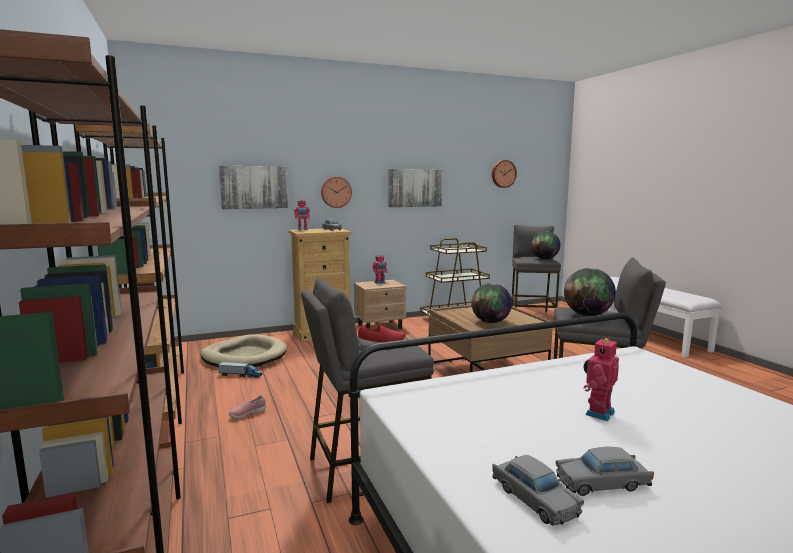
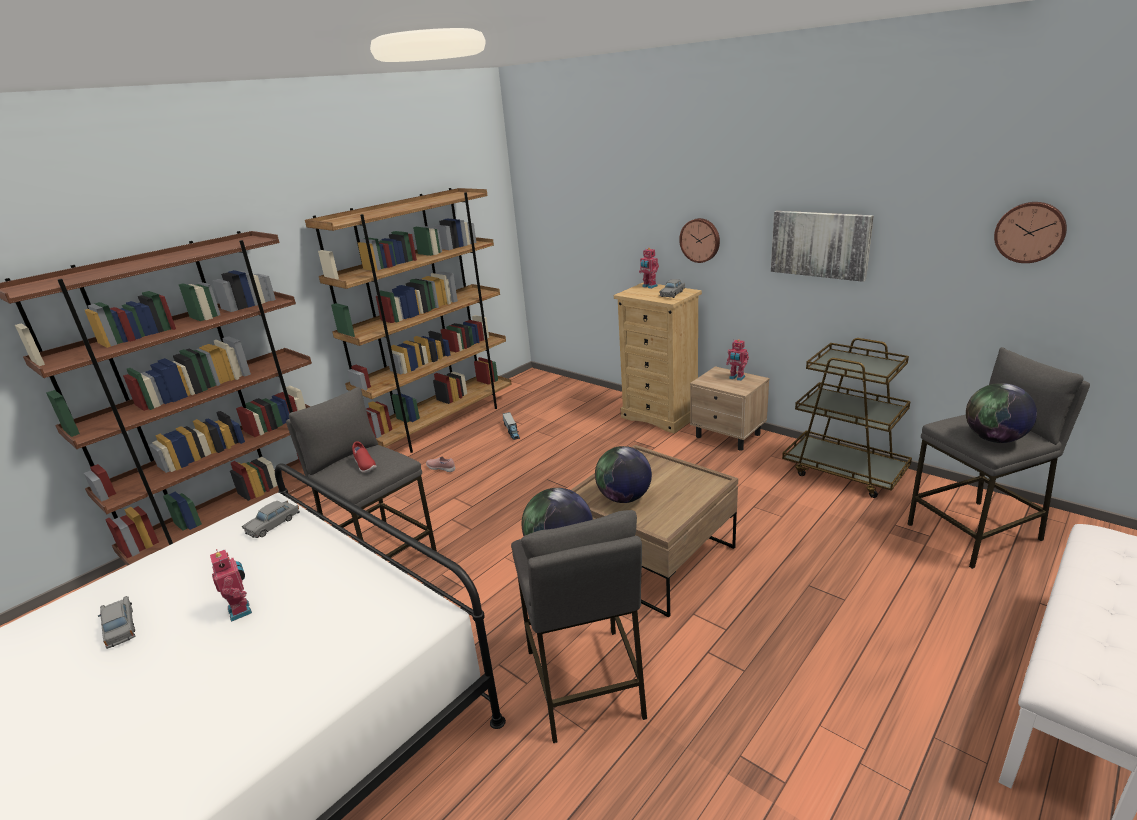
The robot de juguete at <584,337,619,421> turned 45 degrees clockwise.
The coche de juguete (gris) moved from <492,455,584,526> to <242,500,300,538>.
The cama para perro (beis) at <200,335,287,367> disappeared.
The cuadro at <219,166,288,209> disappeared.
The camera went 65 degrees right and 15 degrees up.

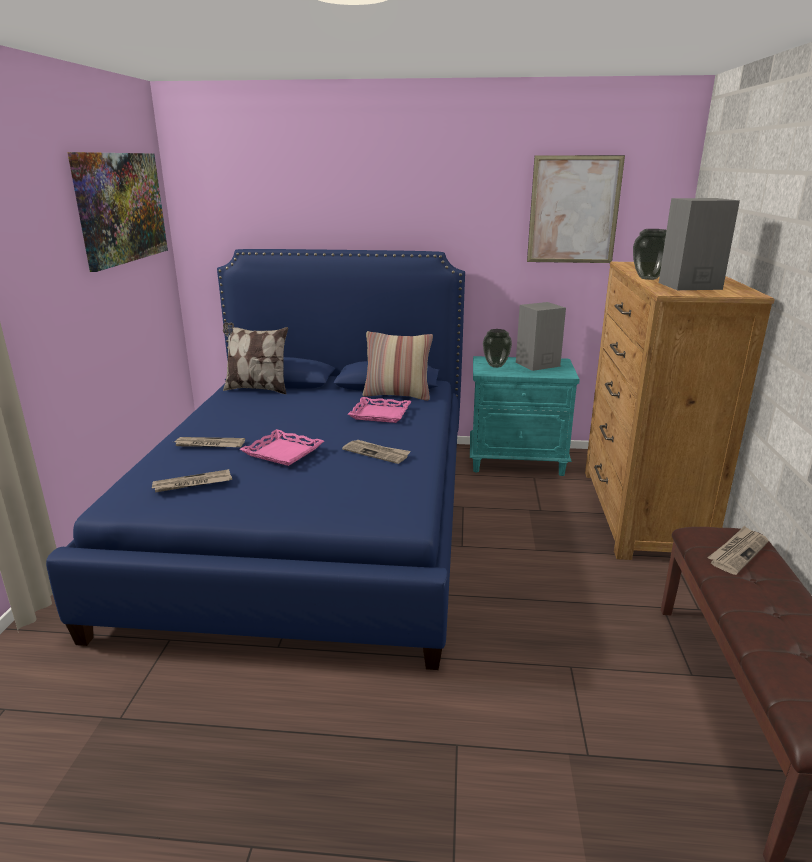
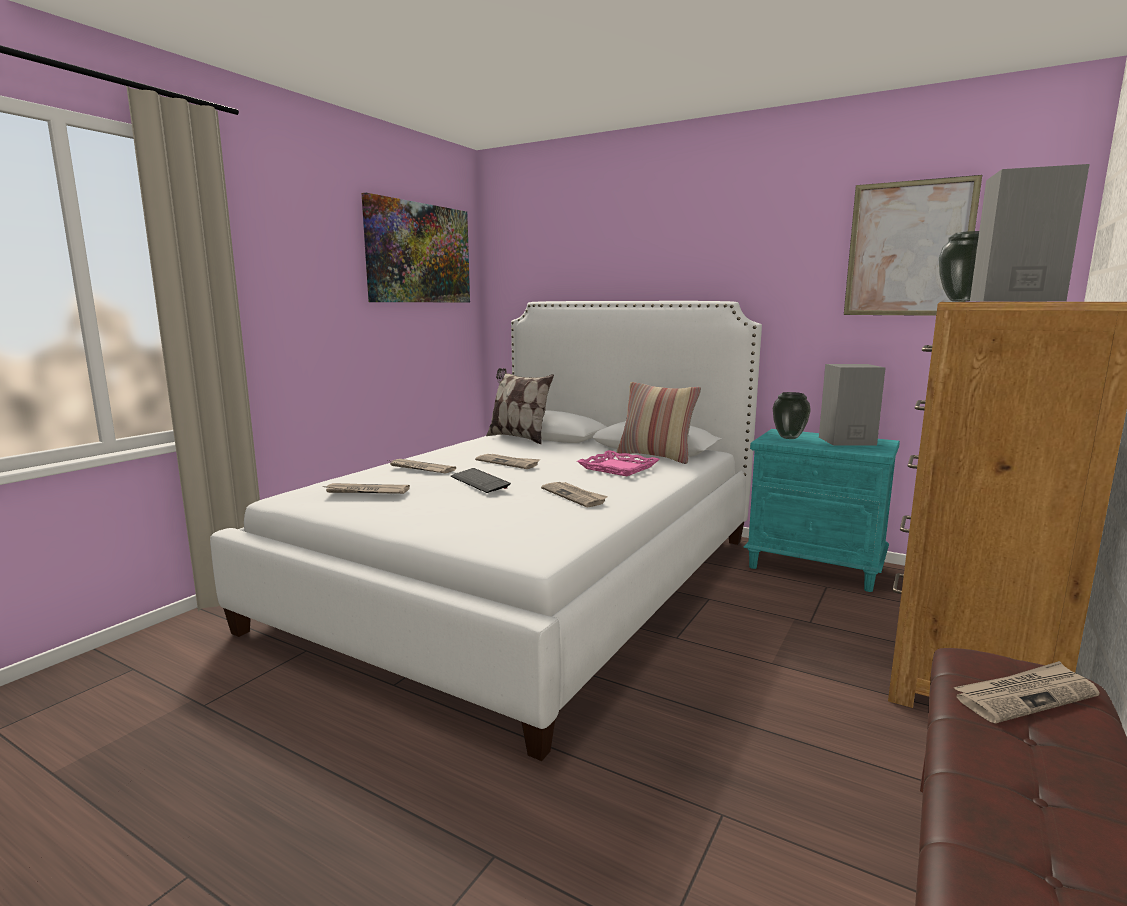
The cama (azul) at <46,249,465,670> became the cama (blanco) at <210,301,762,761>.
The bandeja (rosa) at <239,429,324,466> was replaced by the teclado at <451,468,511,493>.
The periódico at <475,454,540,469> appeared.
The camera went 25 degrees right and 10 degrees down.

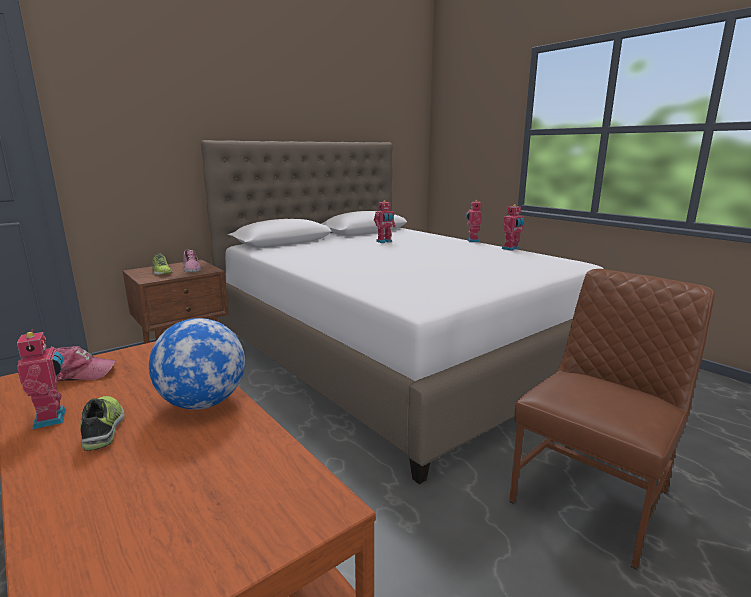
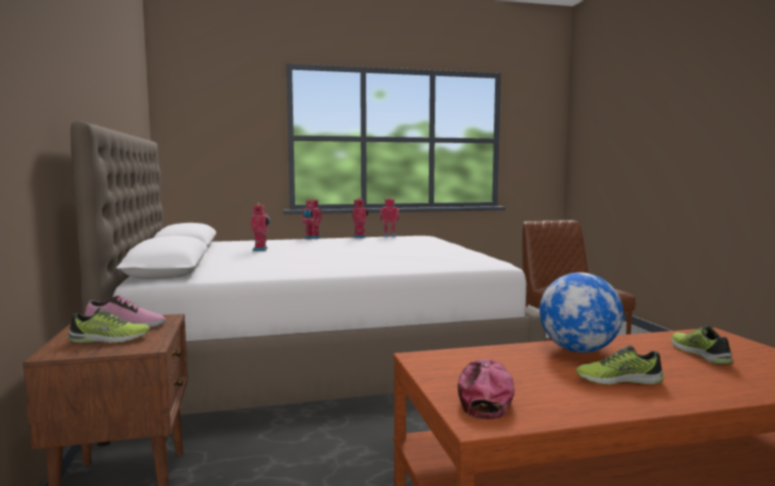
The robot de juguete moved from <17,330,66,429> to <380,197,399,237>.
The zapato at <671,326,733,365> appeared.
The camera went 65 degrees left and 10 degrees down.

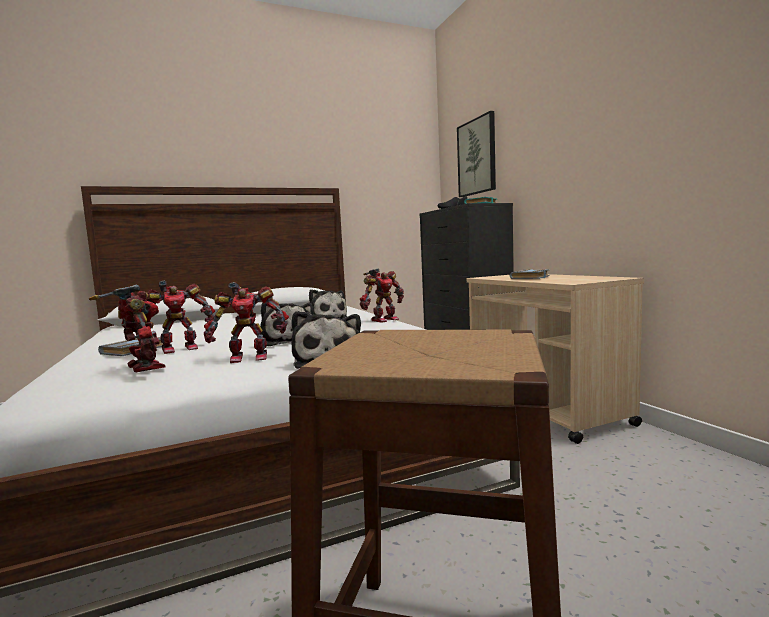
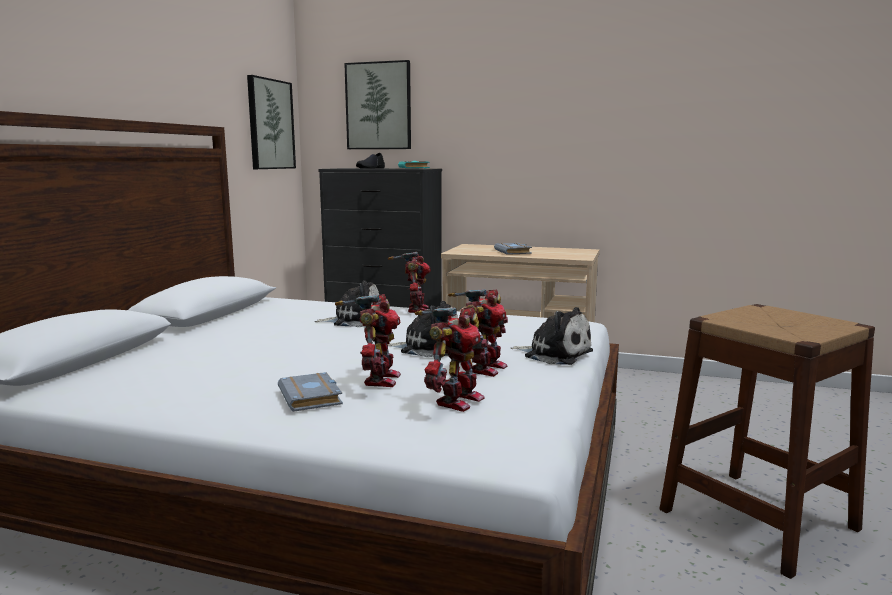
The cuadro at <247,75,296,169> appeared.
The robot de juguete at <89,285,166,372> turned 120 degrees clockwise.
The camera went 50 degrees left and 5 degrees up.

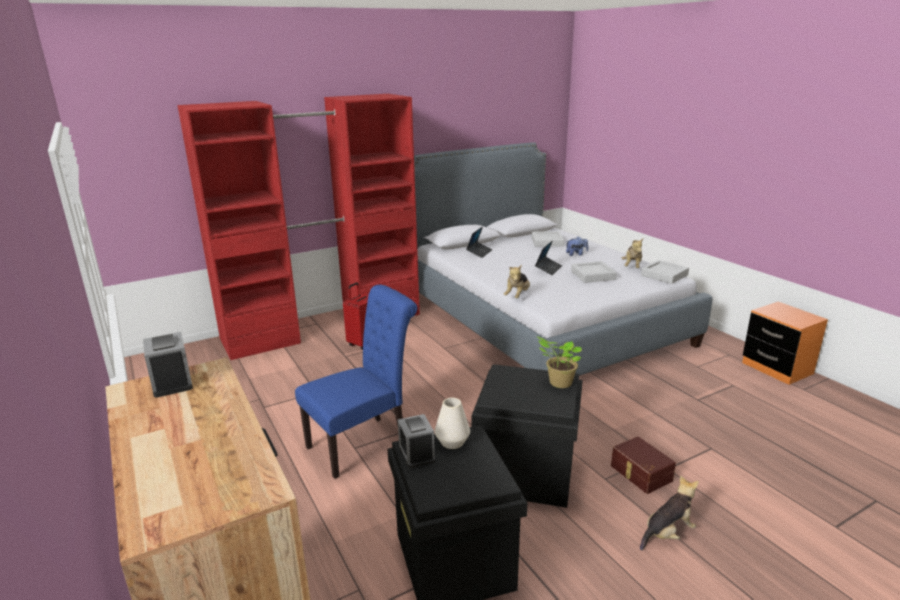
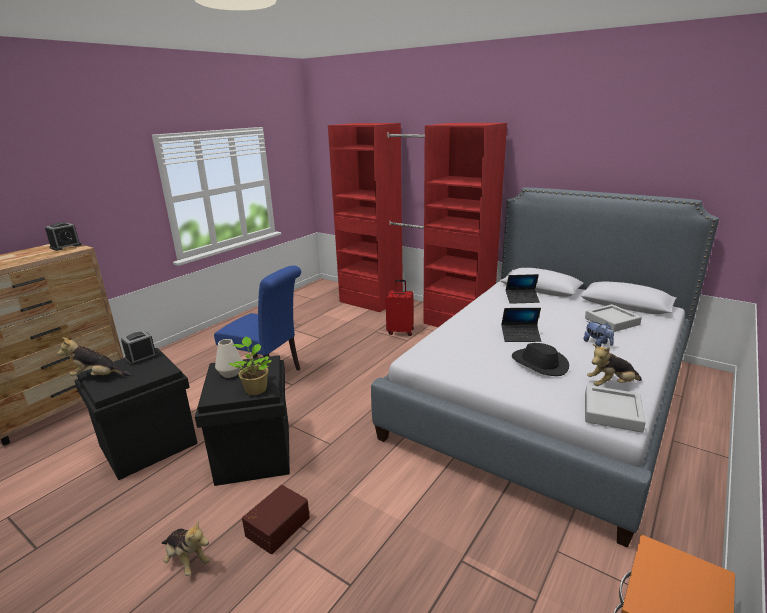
The peluche moved from <504,265,530,298> to <57,337,131,376>.
The florero (blanco) moved from <435,398,470,449> to <215,339,243,378>.
The bandeja (gris) at <571,261,617,283> was replaced by the sombrero (negro) at <512,343,569,376>.
The camera went 65 degrees right and 0 degrees up.

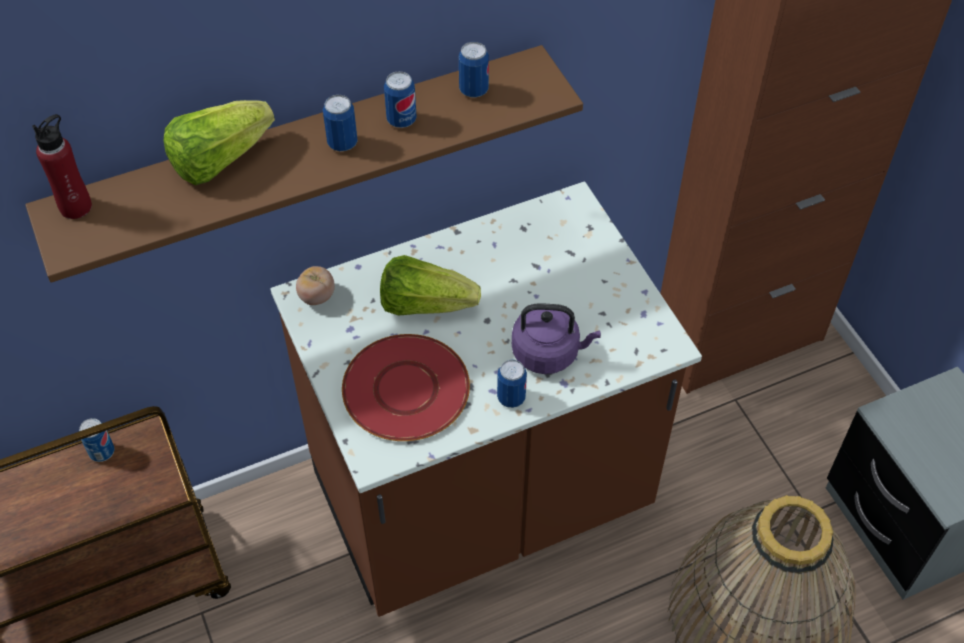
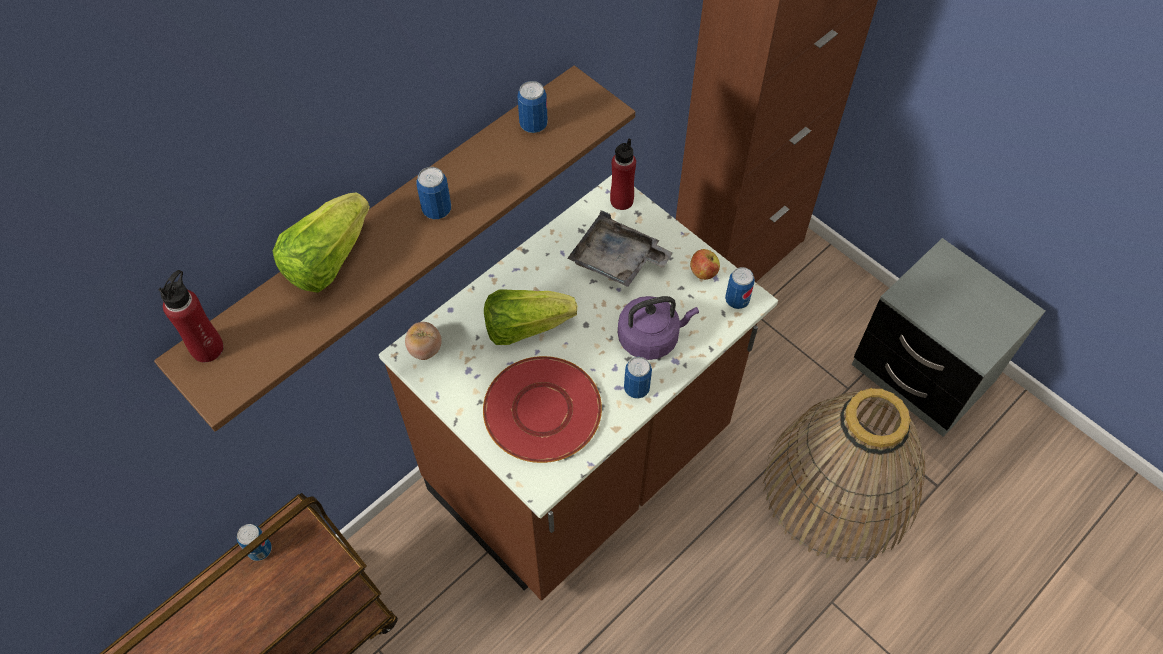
The bandeja (gris) at <567,210,673,287> appeared.
The botella (rojo) at <610,138,636,210> appeared.
The manzana at <690,249,720,280> appeared.
The lata moved from <384,71,417,128> to <725,267,755,309>.
The camera went 20 degrees left and 5 degrees up.

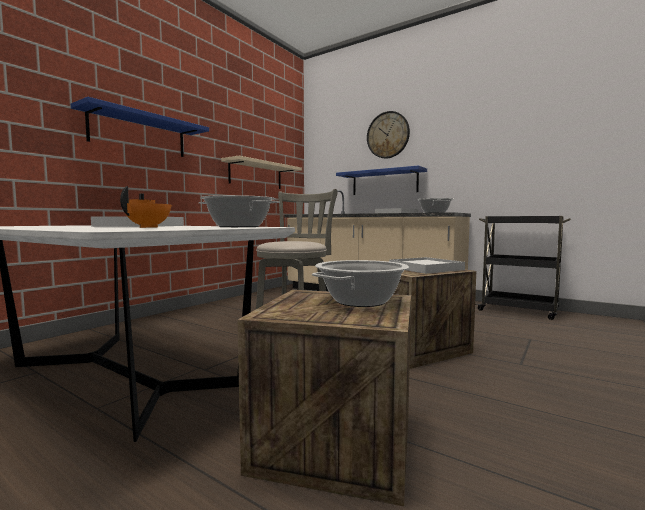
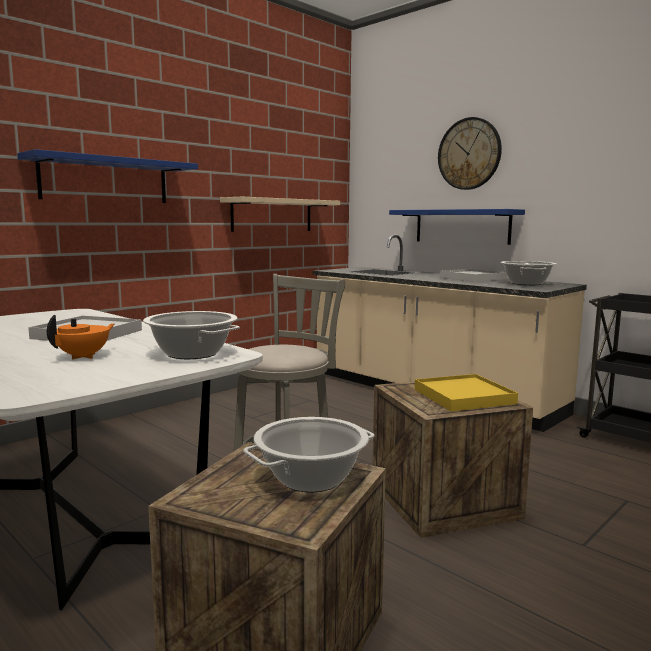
The bandeja (blanco) at <389,257,465,274> became the bandeja (amarillo) at <415,374,518,411>.
The camera went 10 degrees right and 5 degrees up.

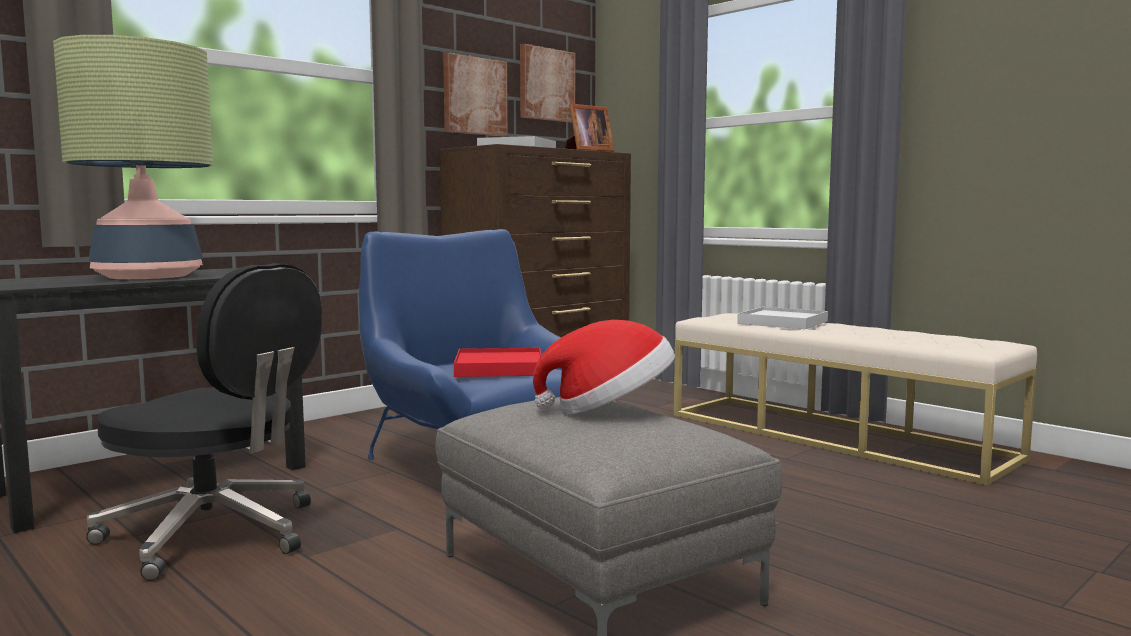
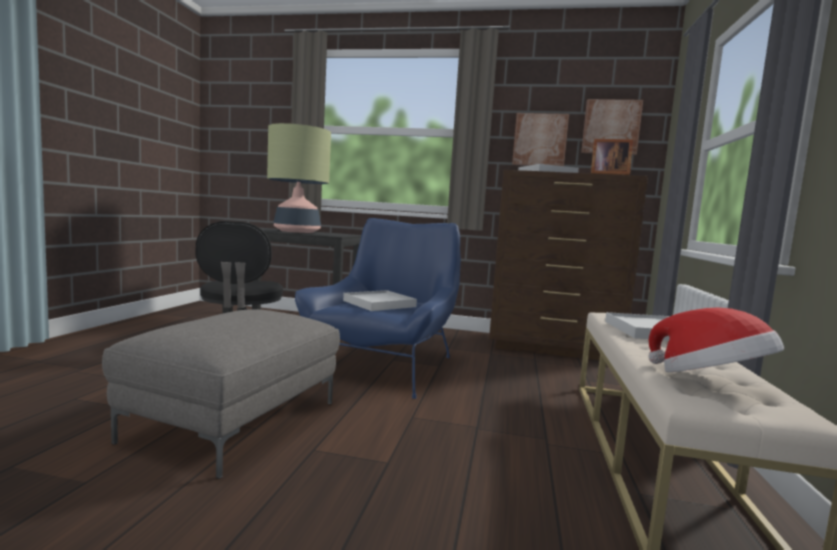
The bandeja (rojo) at <454,348,542,377> became the bandeja (blanco) at <343,290,417,311>.
The sombrero moved from <533,320,675,414> to <648,307,784,372>.
The camera went 55 degrees right and 0 degrees up.

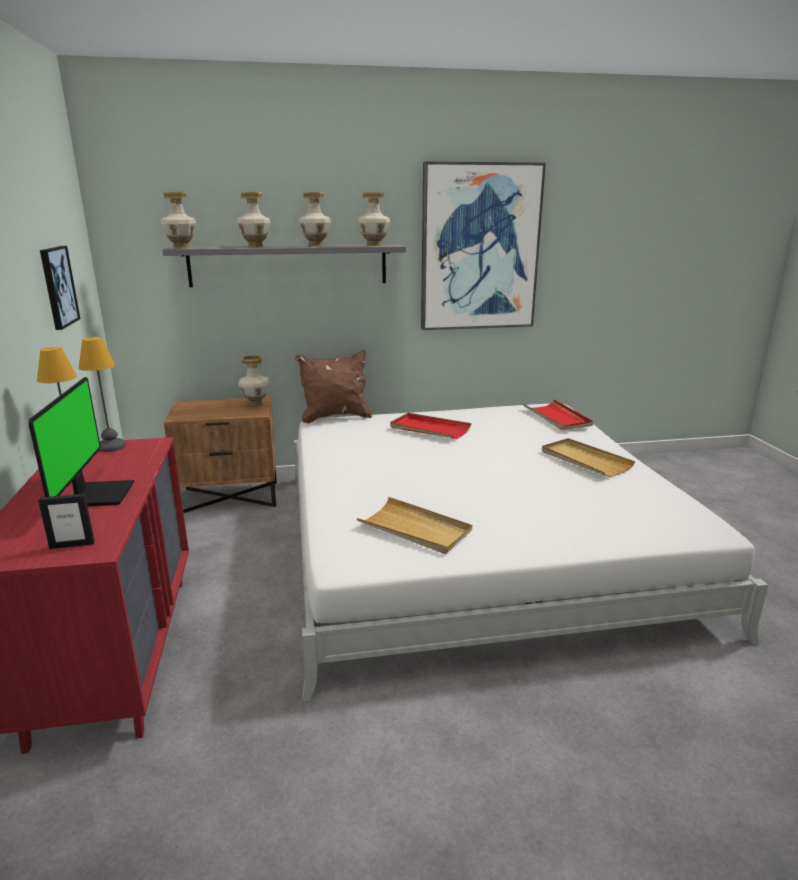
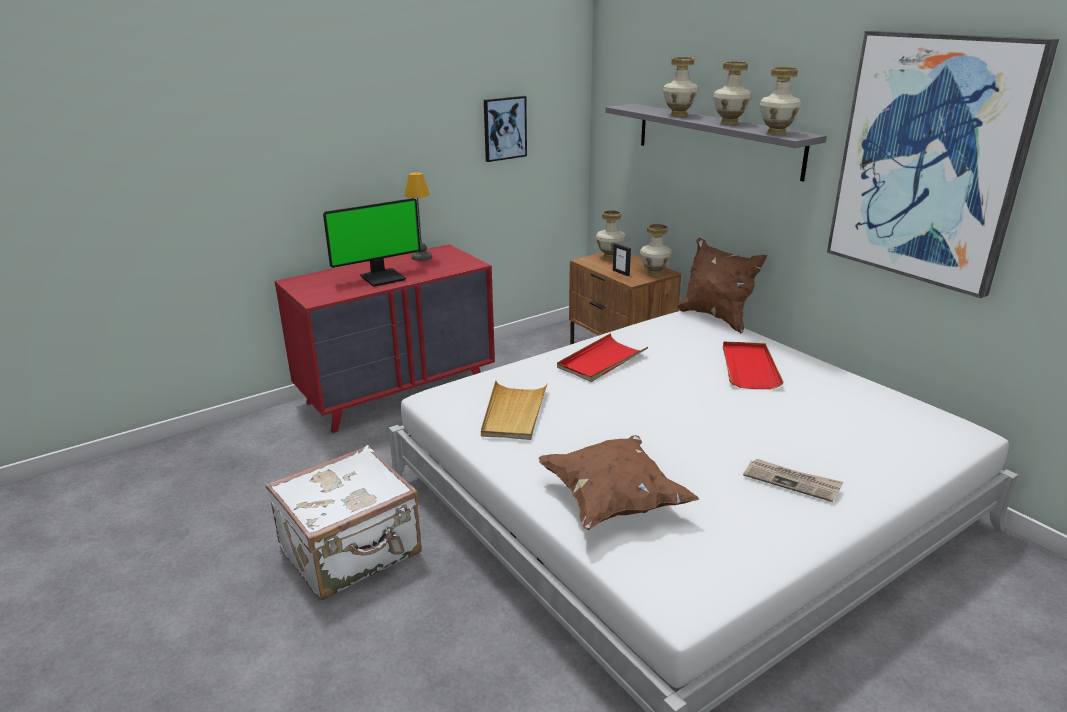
The maleta (blanco) at <266,445,422,600> appeared.
The cojín (marrón) at <538,435,699,530> appeared.
The bandeja (rojo) moved from <523,399,593,430> to <557,333,648,382>.
The florero moved from <160,192,196,249> to <596,210,626,259>.
The portarretratos moved from <38,494,95,549> to <613,243,631,276>.
The bandeja (beis) at <542,438,635,477> was replaced by the periódico at <743,459,843,502>.
The lámpara de mesa at <79,337,126,452> disappeared.
The camera went 65 degrees right and 5 degrees up.

